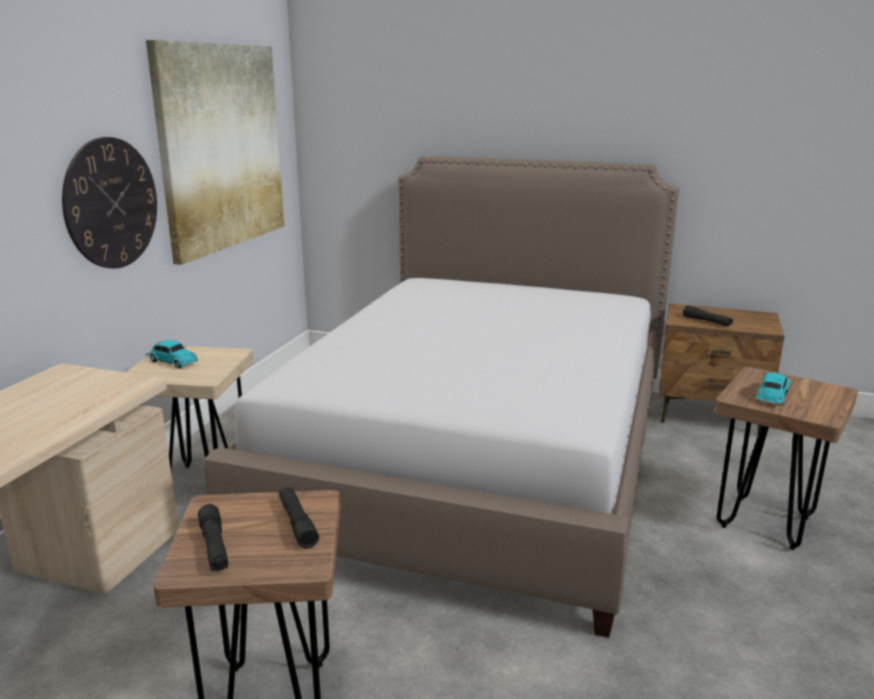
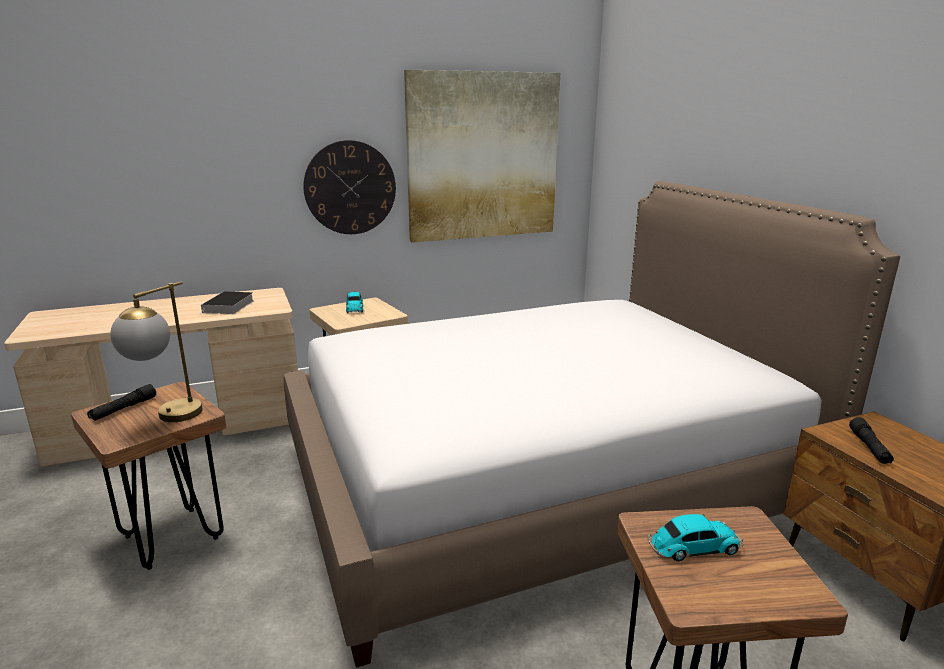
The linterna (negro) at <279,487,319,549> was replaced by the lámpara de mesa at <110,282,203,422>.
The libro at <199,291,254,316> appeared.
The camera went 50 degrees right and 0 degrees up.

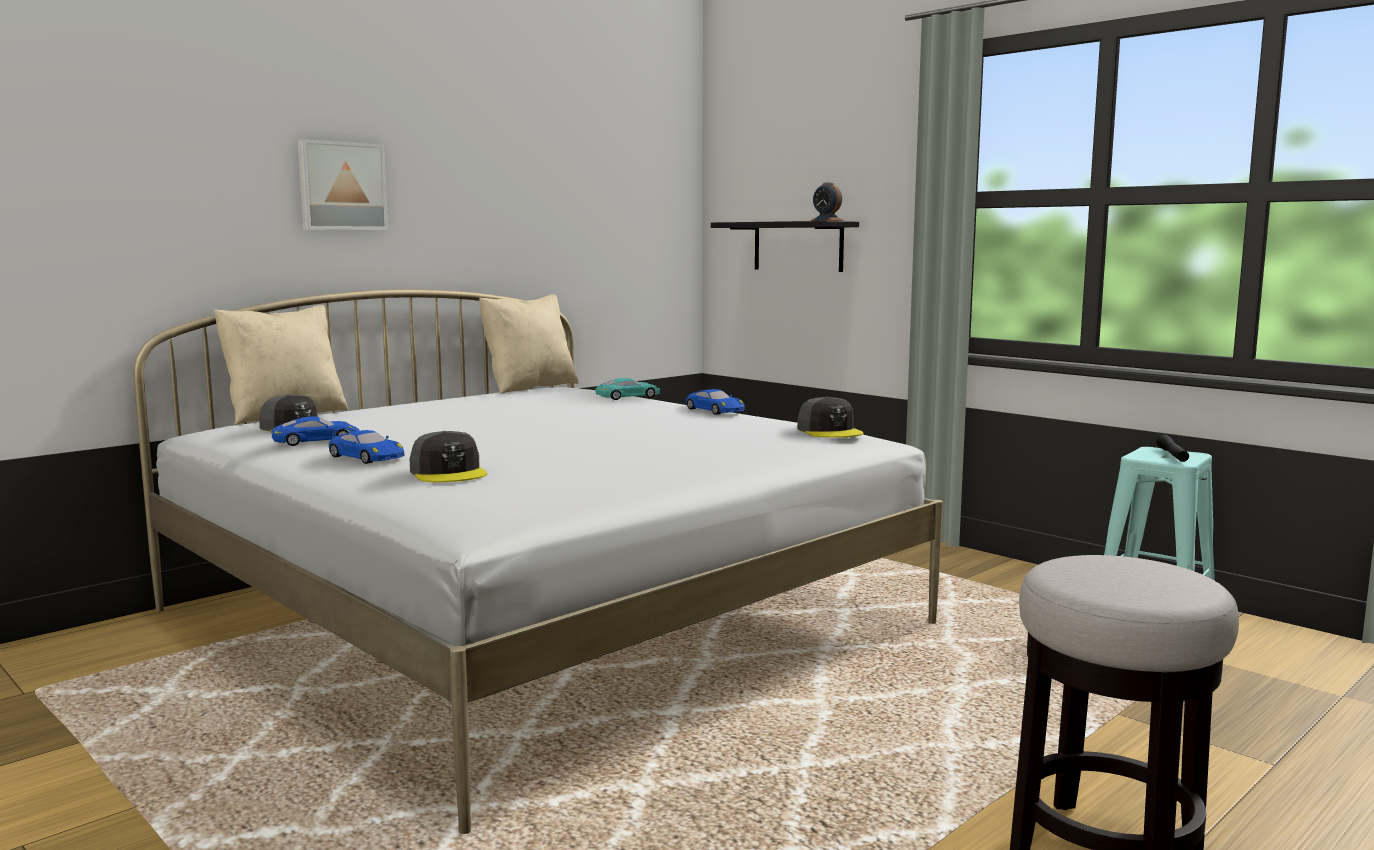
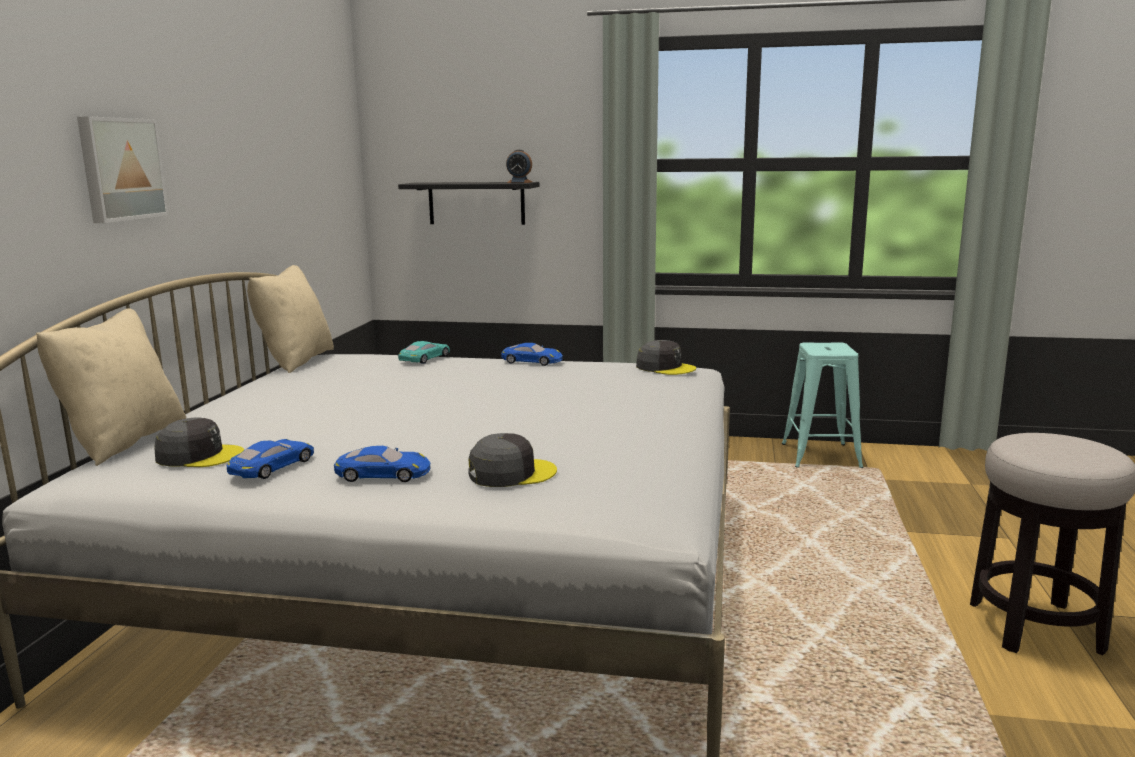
The gorra (gris) at <409,431,487,482> turned 45 degrees counterclockwise.
The linterna (negro) at <1156,435,1189,462> disappeared.
The camera went 35 degrees left and 5 degrees up.

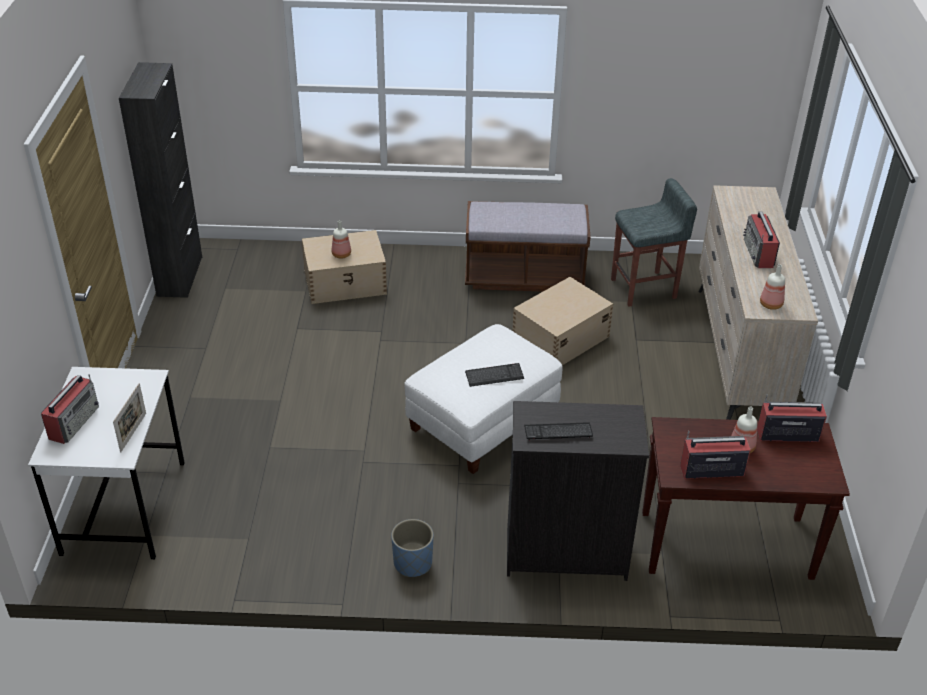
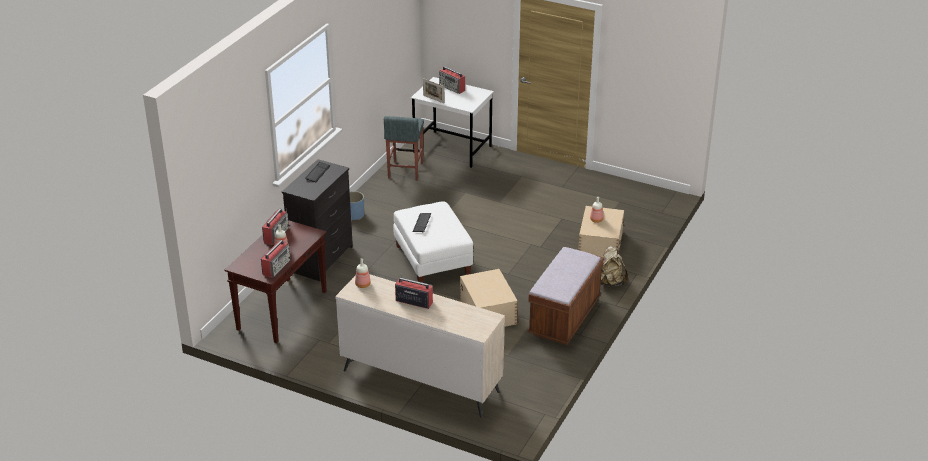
The taburete (gris) moved from <611,178,697,307> to <384,116,424,181>.
The mochila (beis) at <601,246,628,286> appeared.
The armario (negro) at <119,62,202,298> disappeared.
The camera went 115 degrees right and 5 degrees down.

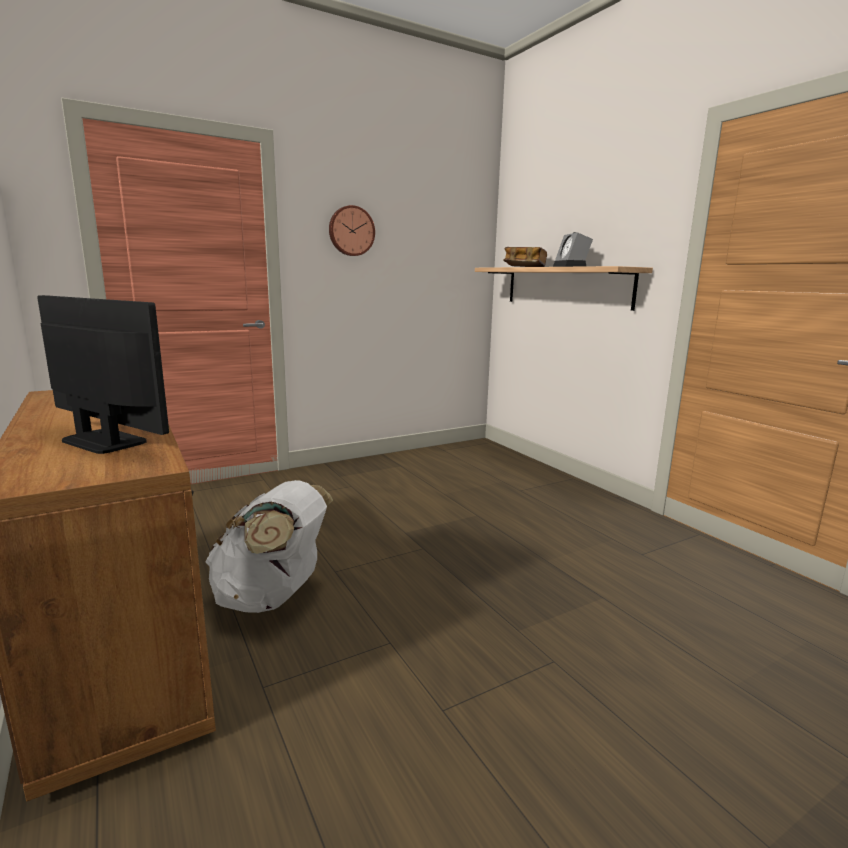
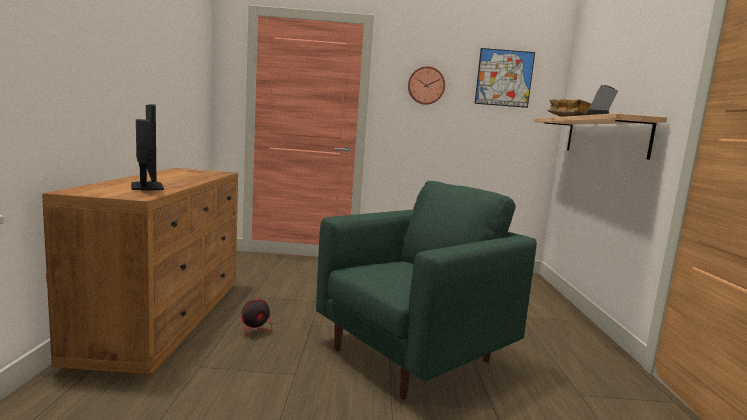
The mochila (blanco) at <206,480,333,613> was replaced by the ventilador at <240,299,283,338>.
The sillón (verde) at <316,181,537,400> appeared.
The cuadro at <475,48,535,108> appeared.
The camera went 30 degrees right and 5 degrees down.

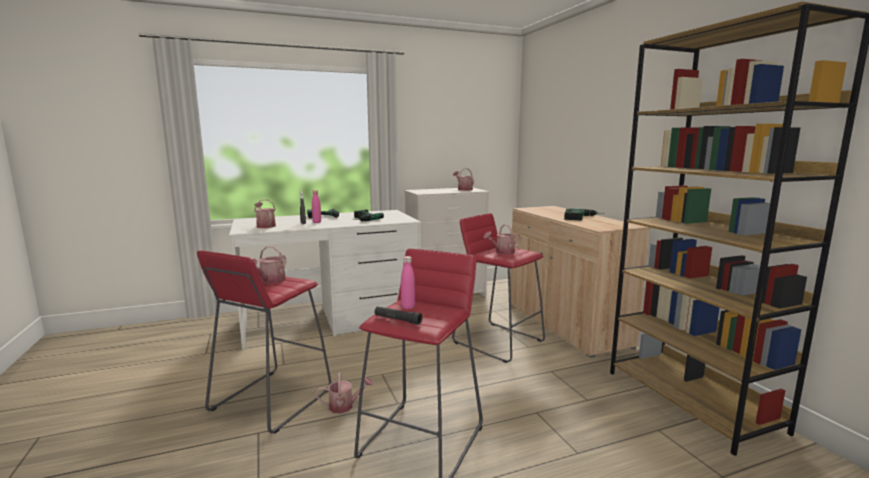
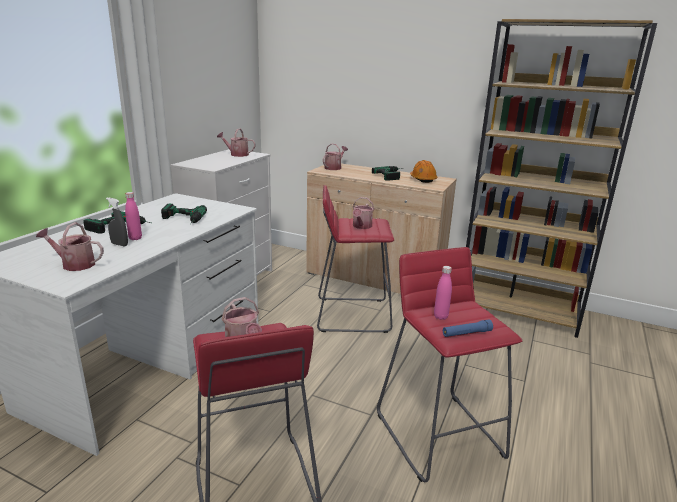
The regadera moved from <316,372,373,413> to <323,143,348,170>.
The casco (naranja) at <410,160,438,183> appeared.
The linterna (negro) at <375,306,423,325> became the linterna (azul) at <443,319,493,337>.
The camera went 45 degrees left and 10 degrees up.

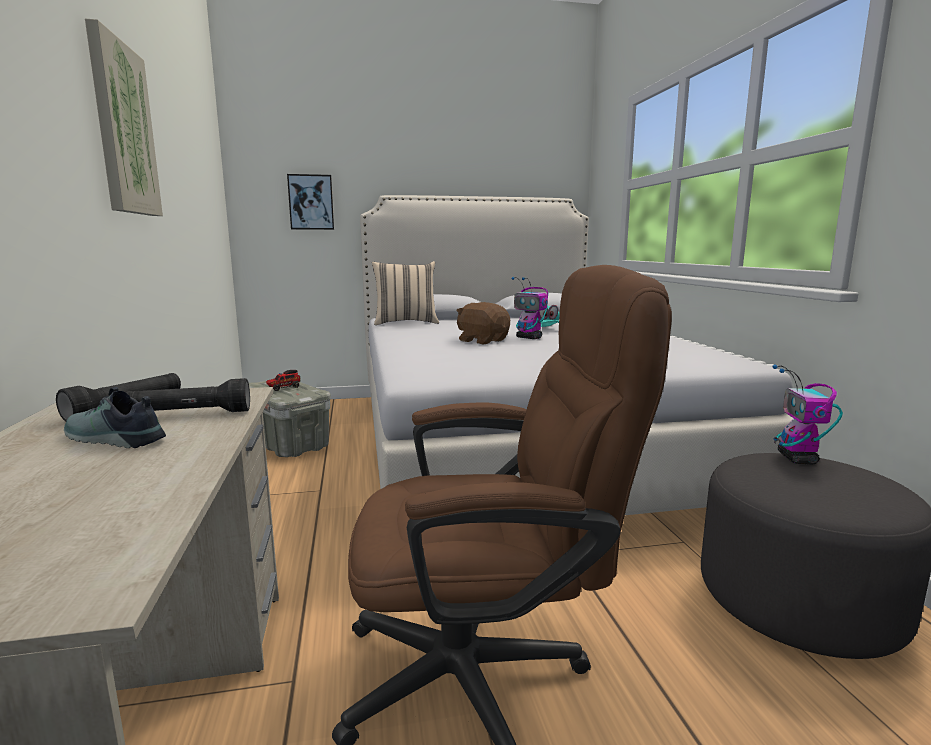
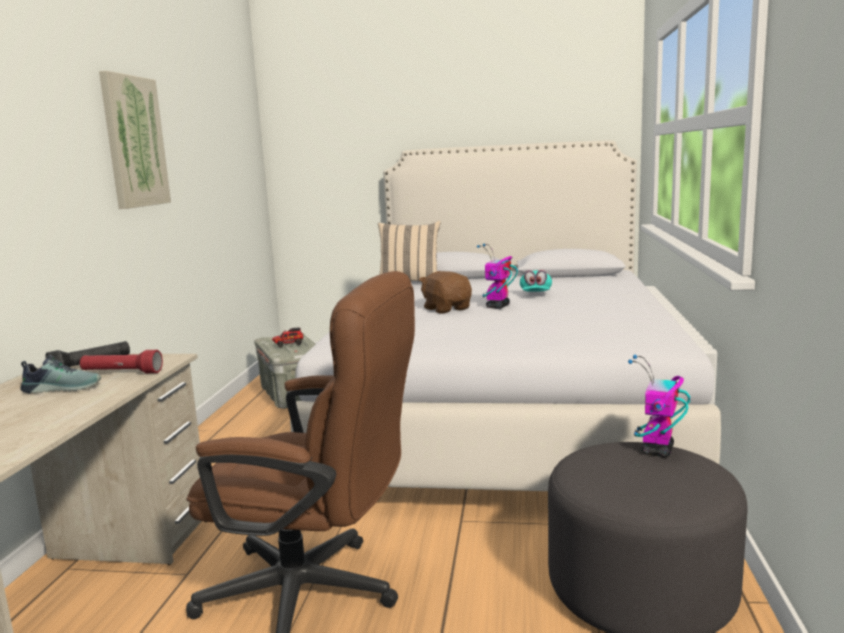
The zapato at <64,387,166,448> turned 135 degrees clockwise.
The linterna (negro) at <126,378,250,412> became the linterna (rojo) at <80,350,163,373>.
The robot de juguete at <512,277,548,339> turned 60 degrees clockwise.
The cuadro at <287,174,334,230> disappeared.
The camera went 20 degrees right and 0 degrees up.

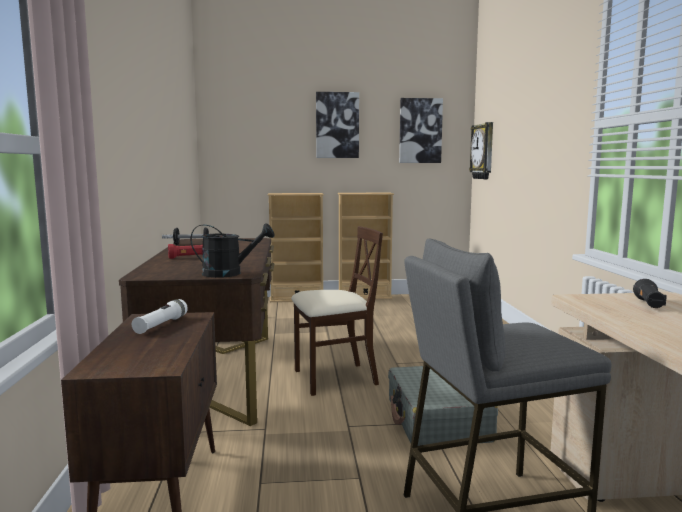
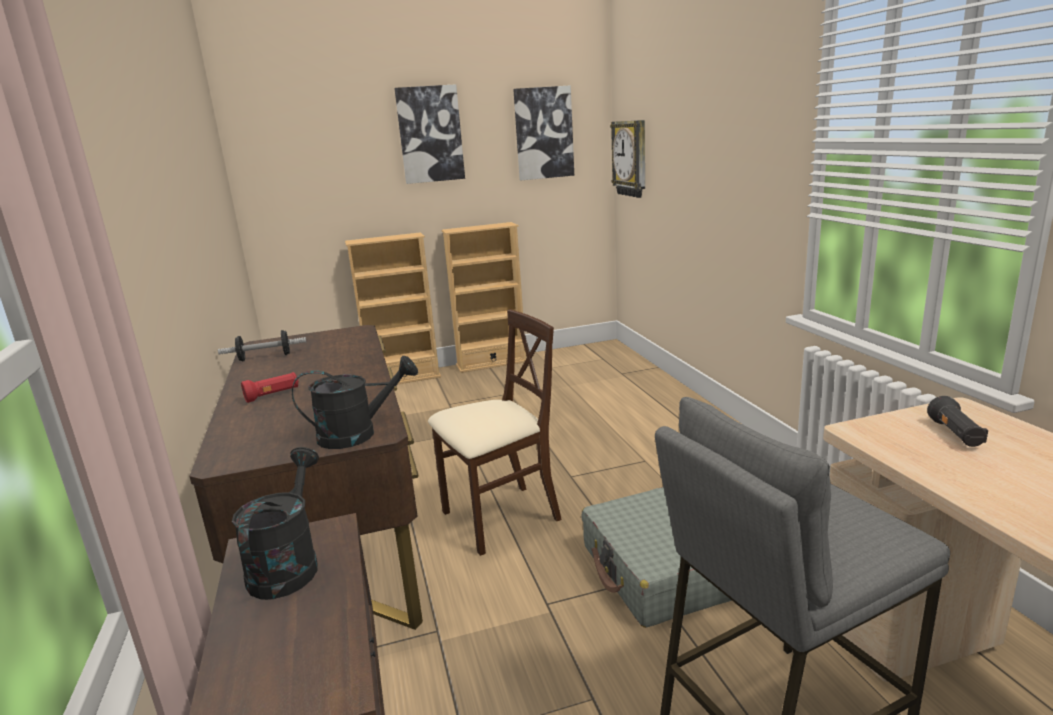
The linterna (blanco) at <132,299,188,334> was replaced by the regadera (negro) at <232,447,319,600>.
The camera went 10 degrees left and 10 degrees up.

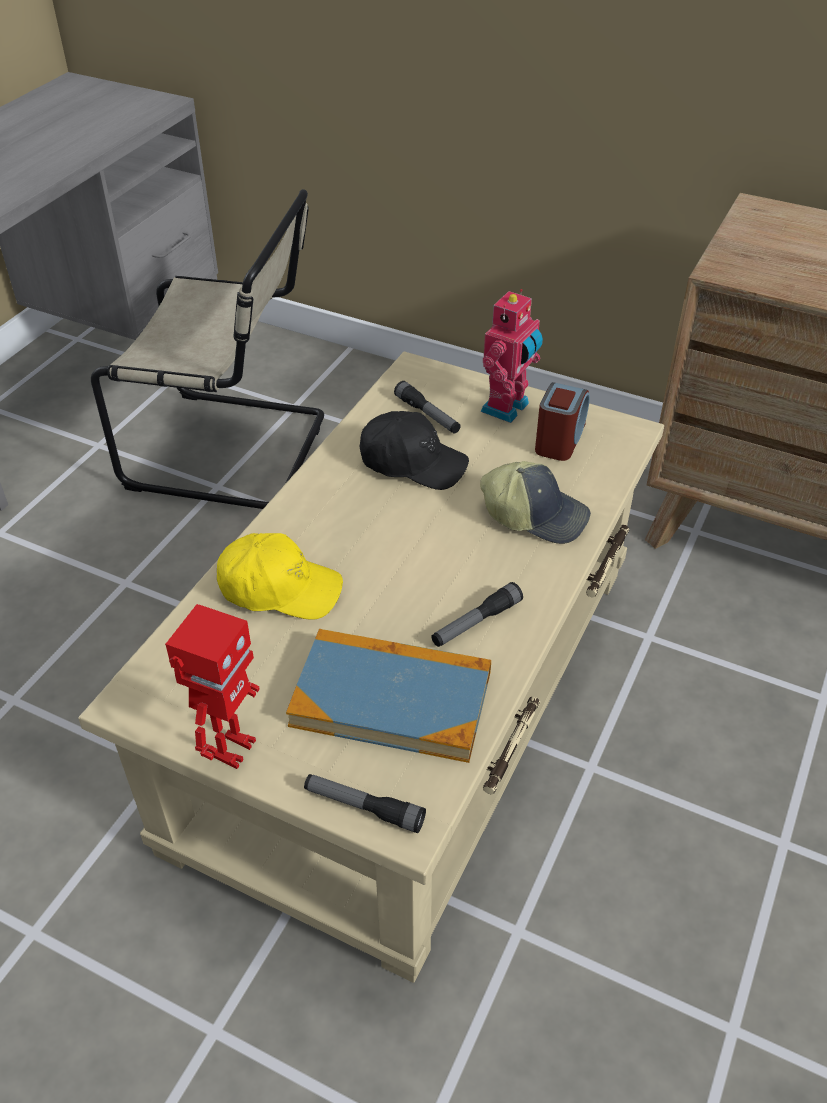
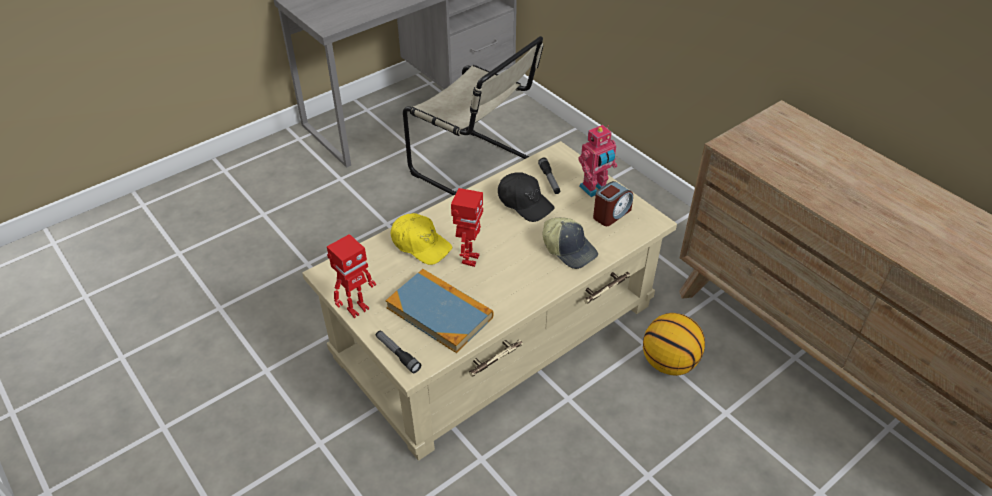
The robot de juguete at <451,188,483,267> appeared.
The balón de baloncesto at <643,313,705,376> appeared.
The linterna at <431,582,523,647> disappeared.
The camera went 25 degrees right and 0 degrees up.

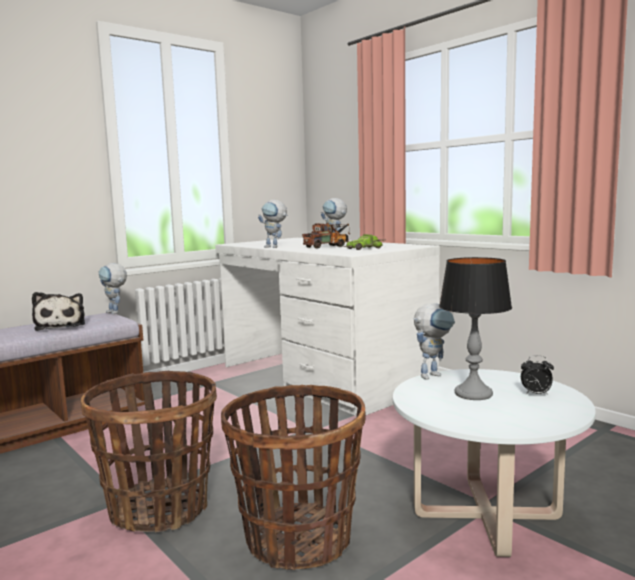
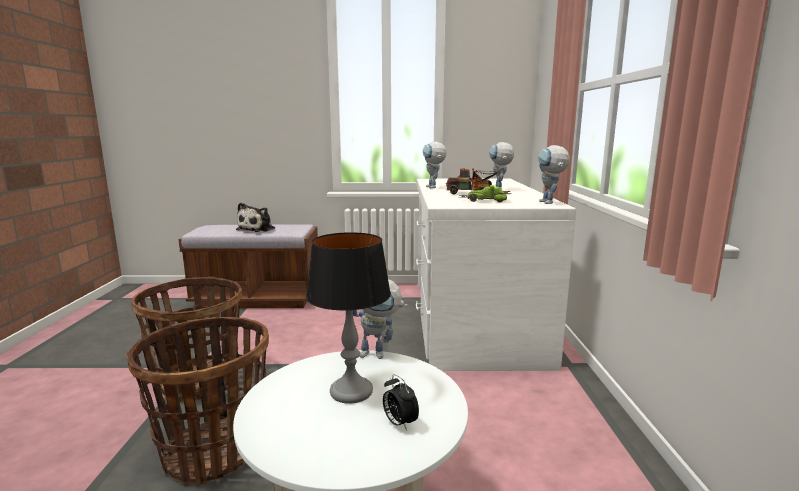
The robot de juguete moved from <98,263,127,314> to <538,145,570,204>.
The camera went 40 degrees right and 5 degrees up.

